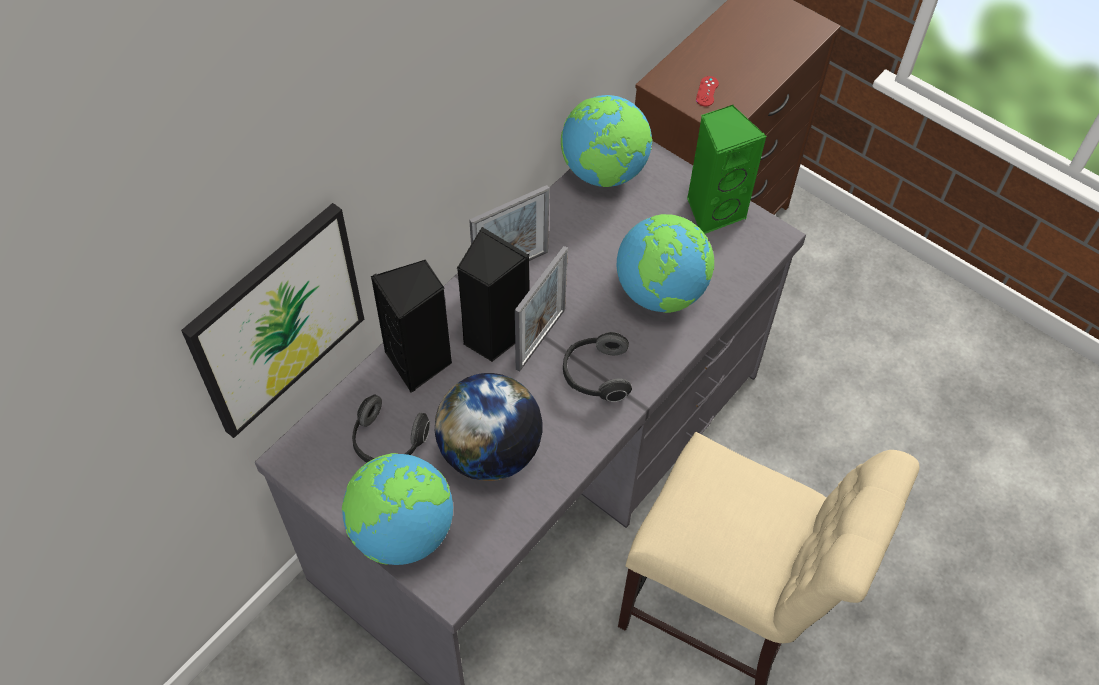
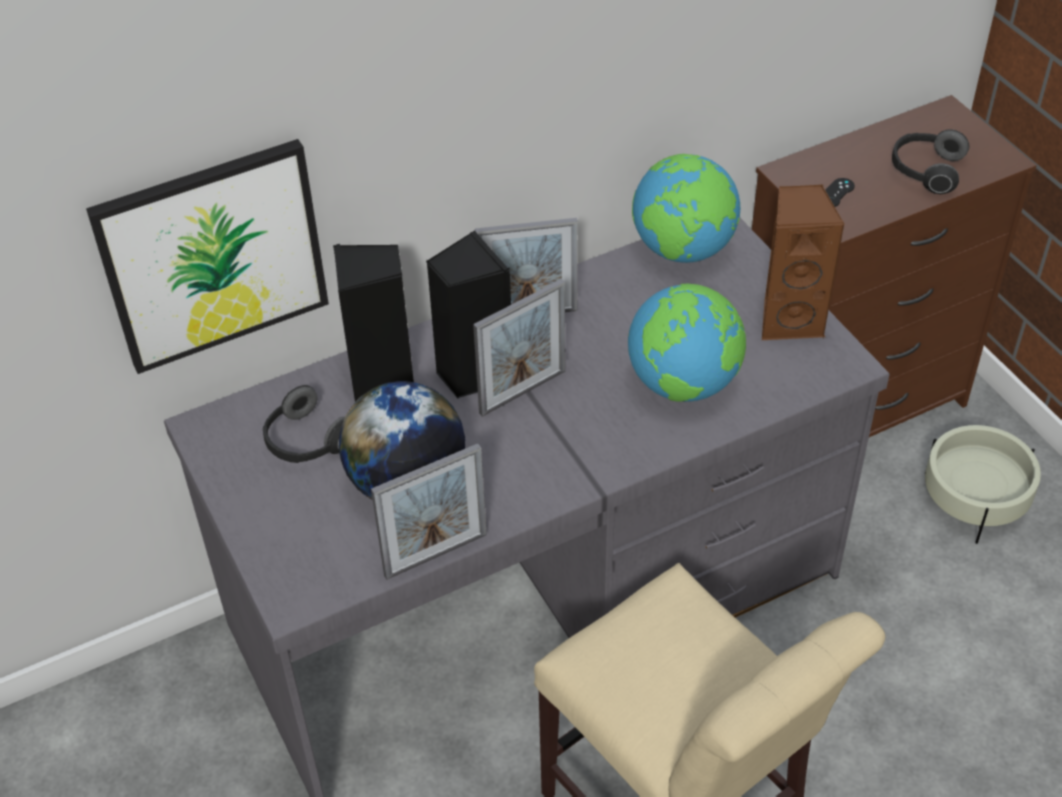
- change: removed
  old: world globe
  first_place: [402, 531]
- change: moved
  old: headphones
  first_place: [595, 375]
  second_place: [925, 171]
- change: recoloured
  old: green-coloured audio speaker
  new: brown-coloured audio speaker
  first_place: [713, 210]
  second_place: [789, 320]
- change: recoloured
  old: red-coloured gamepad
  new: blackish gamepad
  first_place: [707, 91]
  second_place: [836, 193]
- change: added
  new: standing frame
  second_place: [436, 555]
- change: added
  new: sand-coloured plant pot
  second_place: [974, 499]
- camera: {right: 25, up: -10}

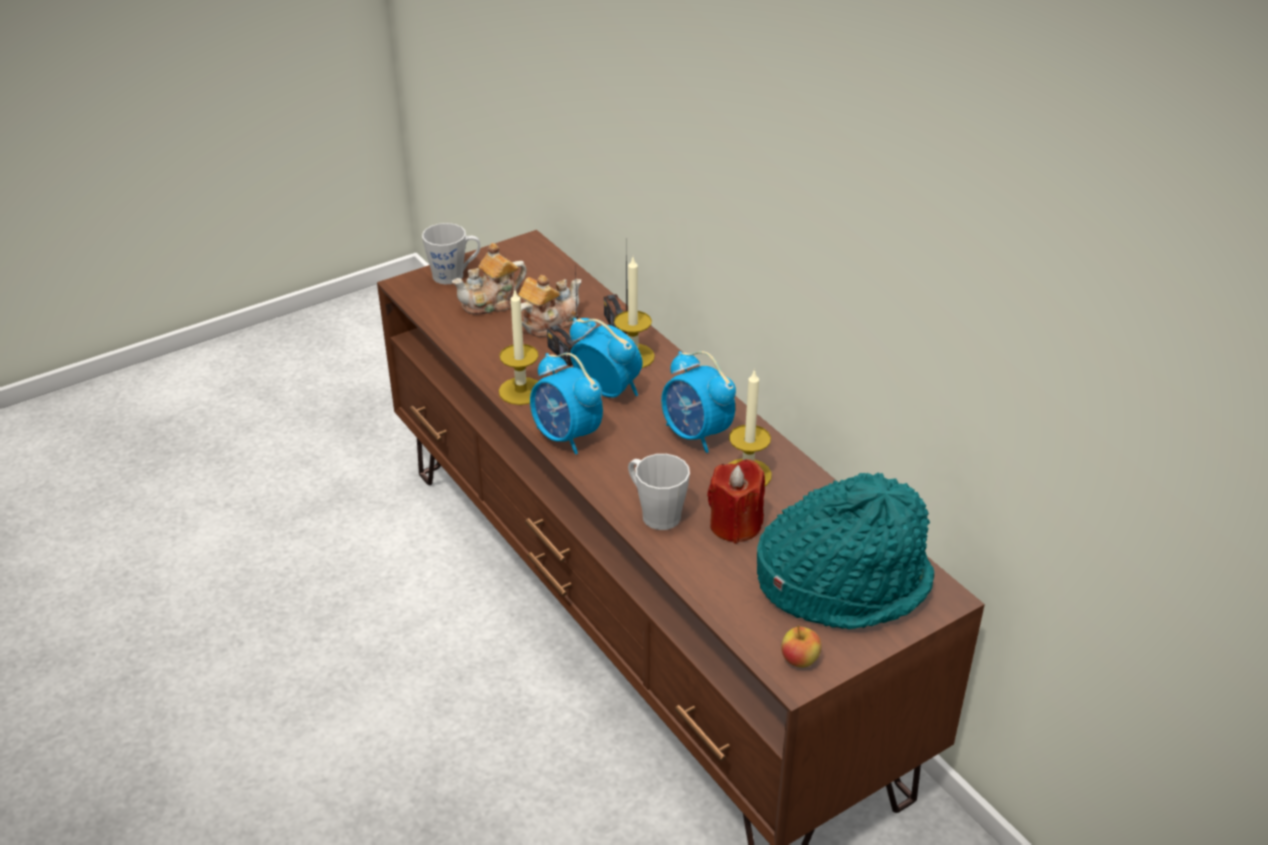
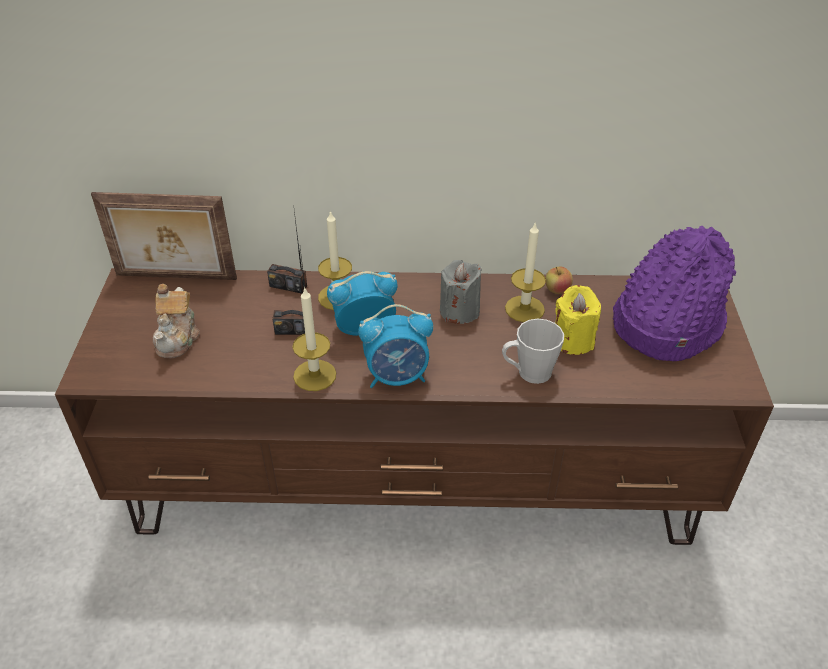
- change: removed
  old: greyish mug
  first_place: [454, 275]
- change: removed
  old: pot for tea
  first_place: [548, 323]
- change: replaced
  old: table clock
  new: greyish wax candle
  first_place: [696, 434]
  second_place: [459, 311]
- change: recoloured
  old: red-coloured wax candle
  new: yellow-coloured wax candle
  first_place: [735, 525]
  second_place: [573, 340]
- change: recoloured
  old: turquoise-coloured wearable hat
  new: purplish wearable hat
  first_place: [843, 581]
  second_place: [665, 321]
- change: moved
  old: whole apple
  first_place: [799, 660]
  second_place: [557, 290]
- change: added
  new: standing frame
  second_place: [175, 278]
- camera: {right: -55, up: 5}

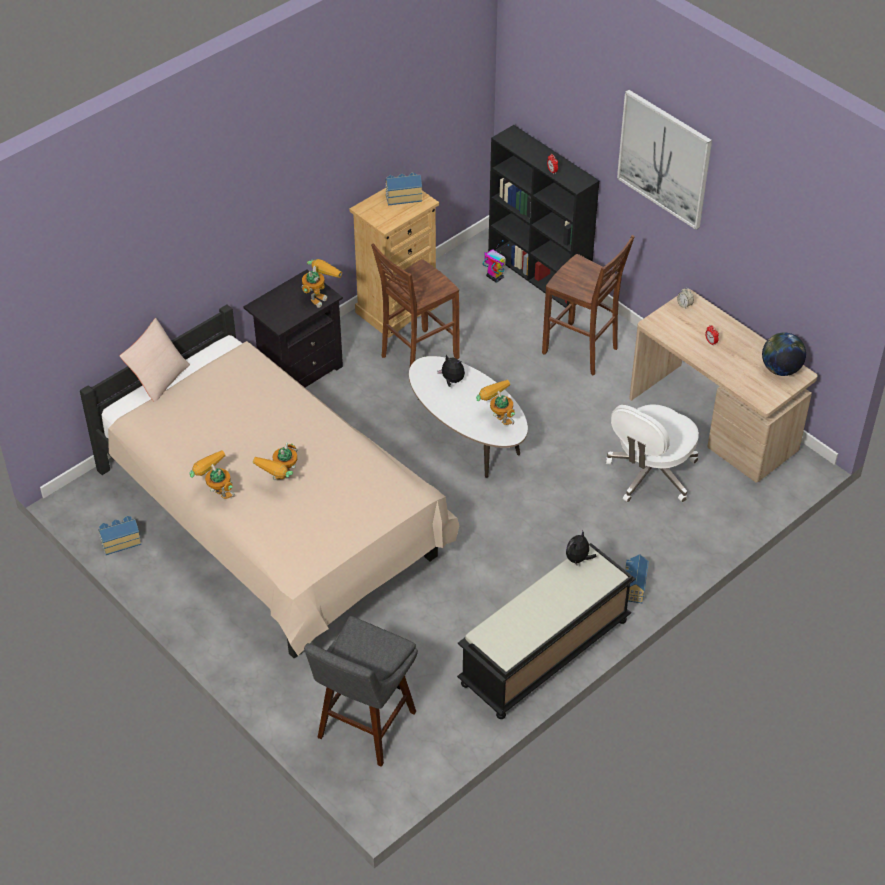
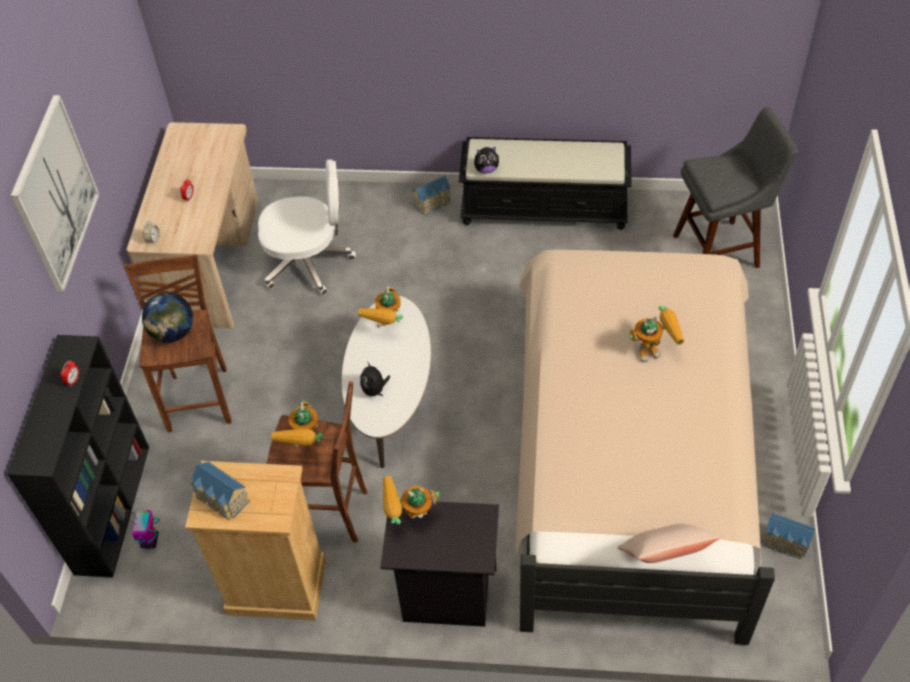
- change: moved
  old: model robot
  first_place: [216, 492]
  second_place: [305, 446]
- change: moved
  old: world globe
  first_place: [780, 369]
  second_place: [173, 333]
- camera: {right: -130, up: 5}

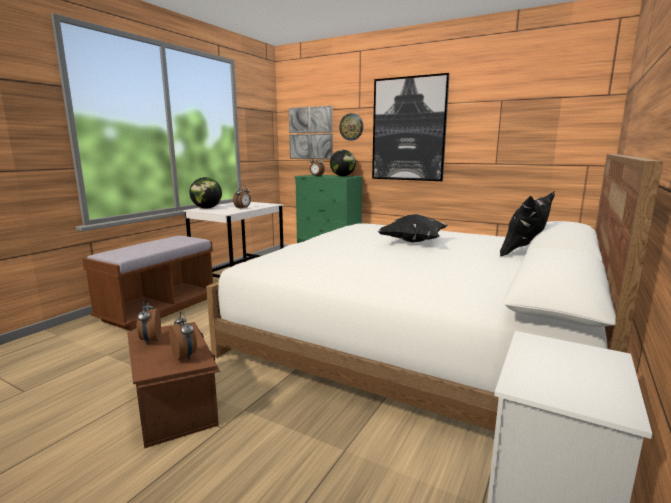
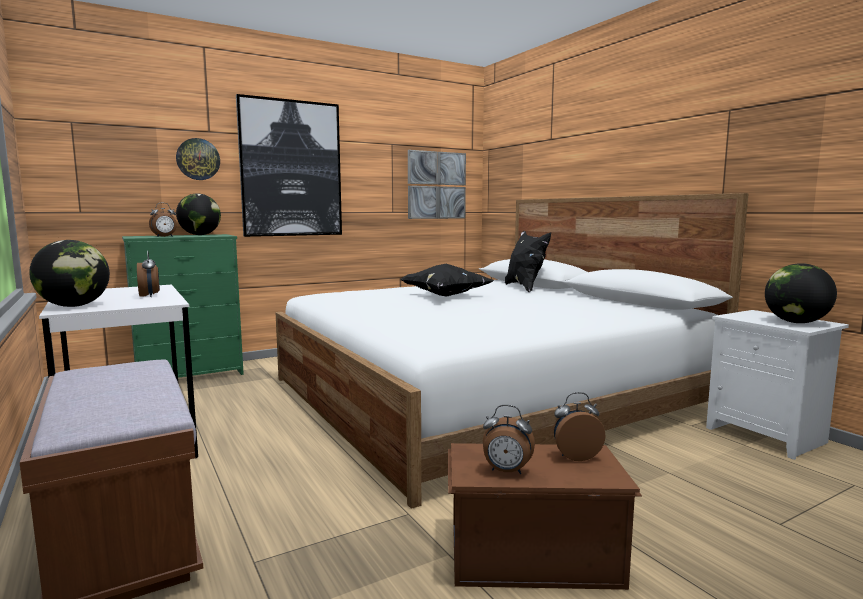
- change: moved
  old: wall art
  first_place: [311, 133]
  second_place: [436, 185]
- change: added
  new: world globe
  second_place: [796, 322]
- camera: {right: -60, up: -5}

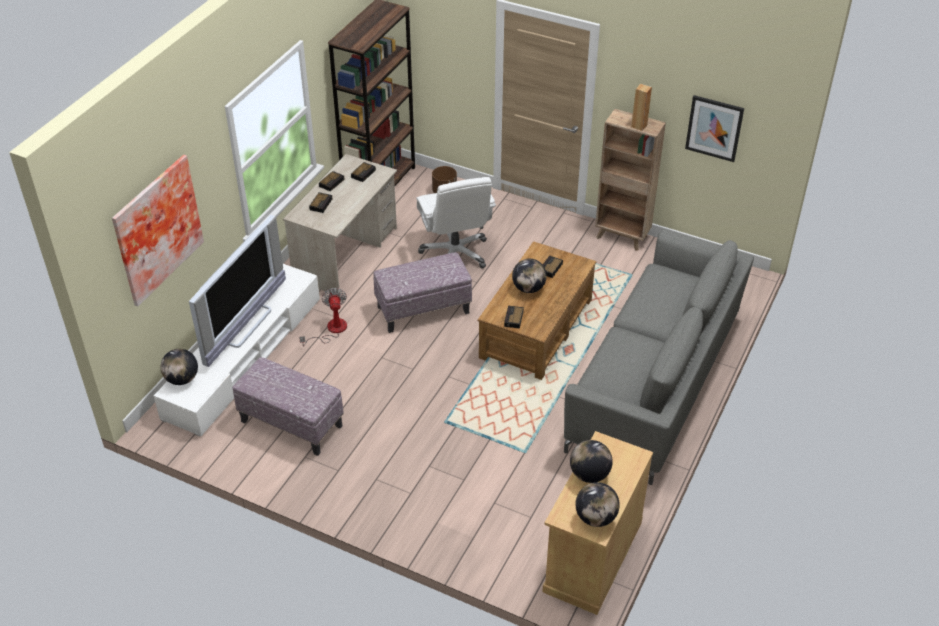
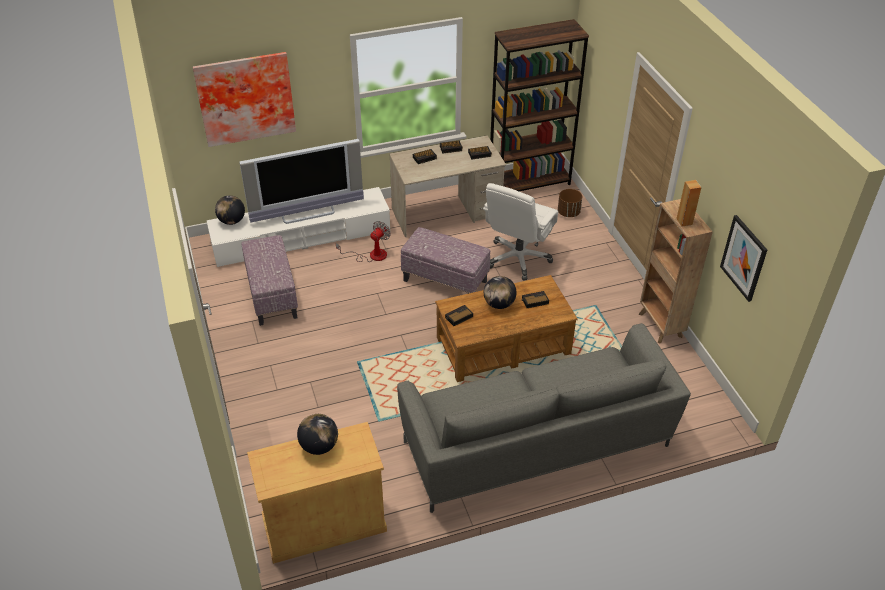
- change: removed
  old: world globe
  first_place: [595, 518]
- camera: {right: 45, up: 0}

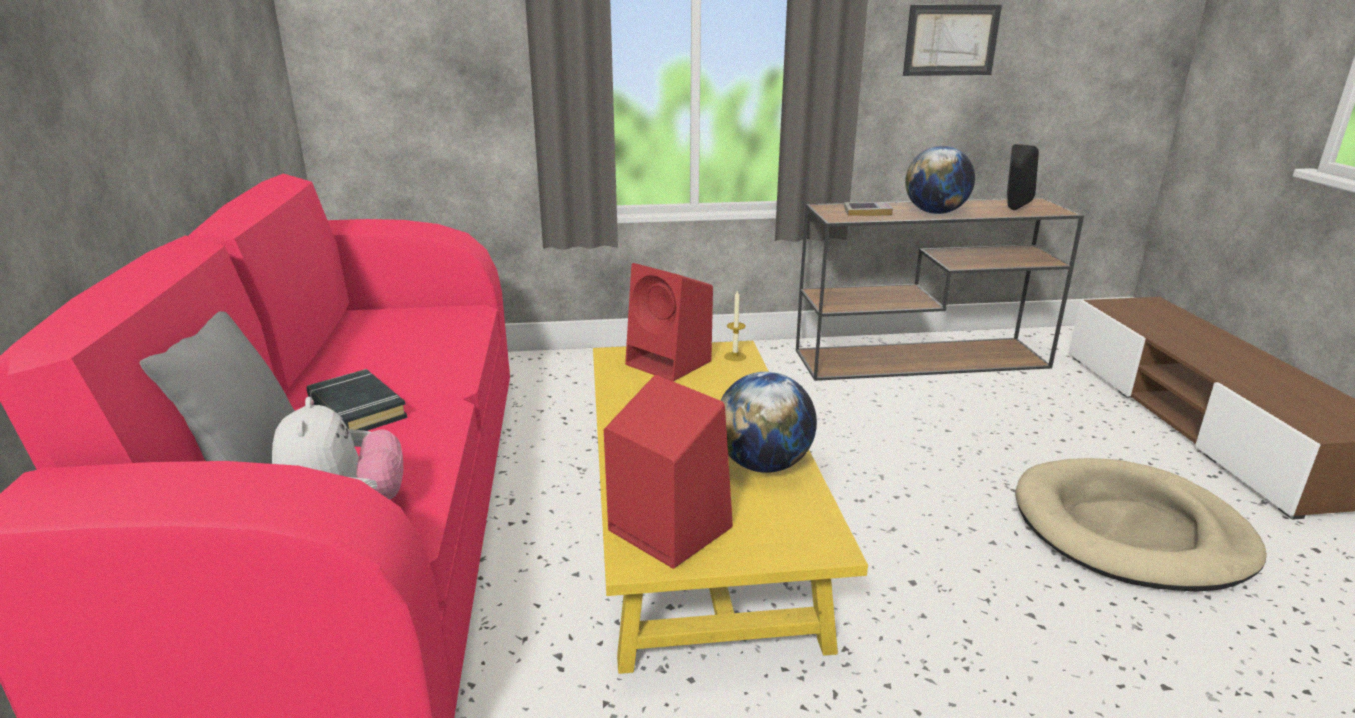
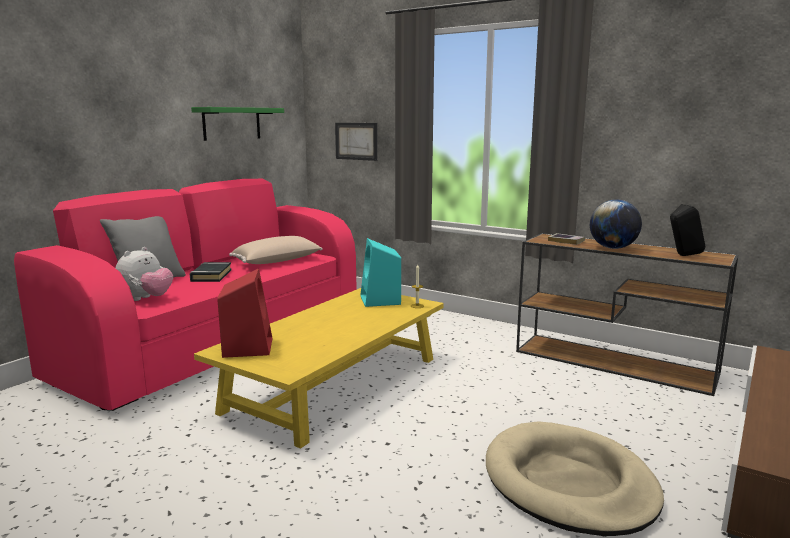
- change: recoloured
  old: red-coloured audio speaker
  new: turquoise-coloured audio speaker
  first_place: [670, 363]
  second_place: [380, 300]
- change: removed
  old: world globe
  first_place: [763, 465]
- change: moved
  old: wall art
  first_place: [951, 40]
  second_place: [356, 141]
- change: added
  new: green-coloured wall shelf
  second_place: [232, 123]
- change: added
  new: sand-coloured cushion
  second_place: [278, 262]
- camera: {right: 40, up: -10}

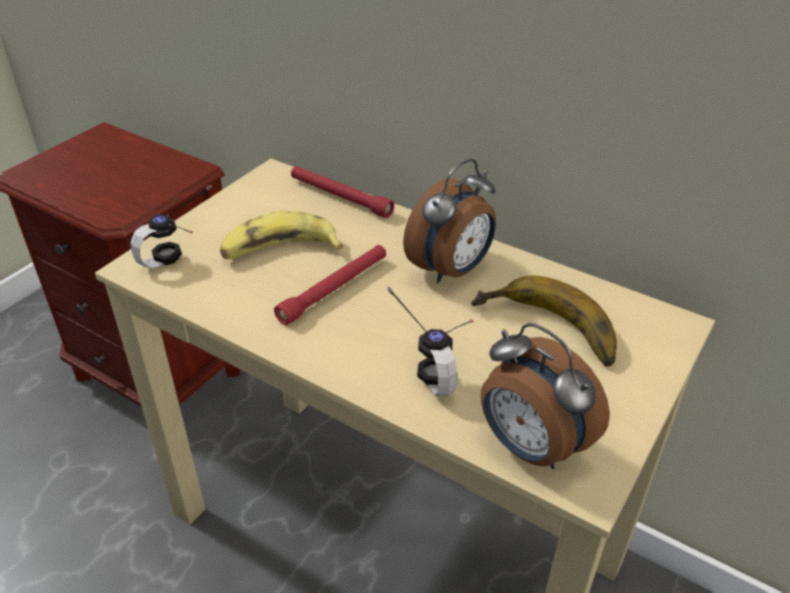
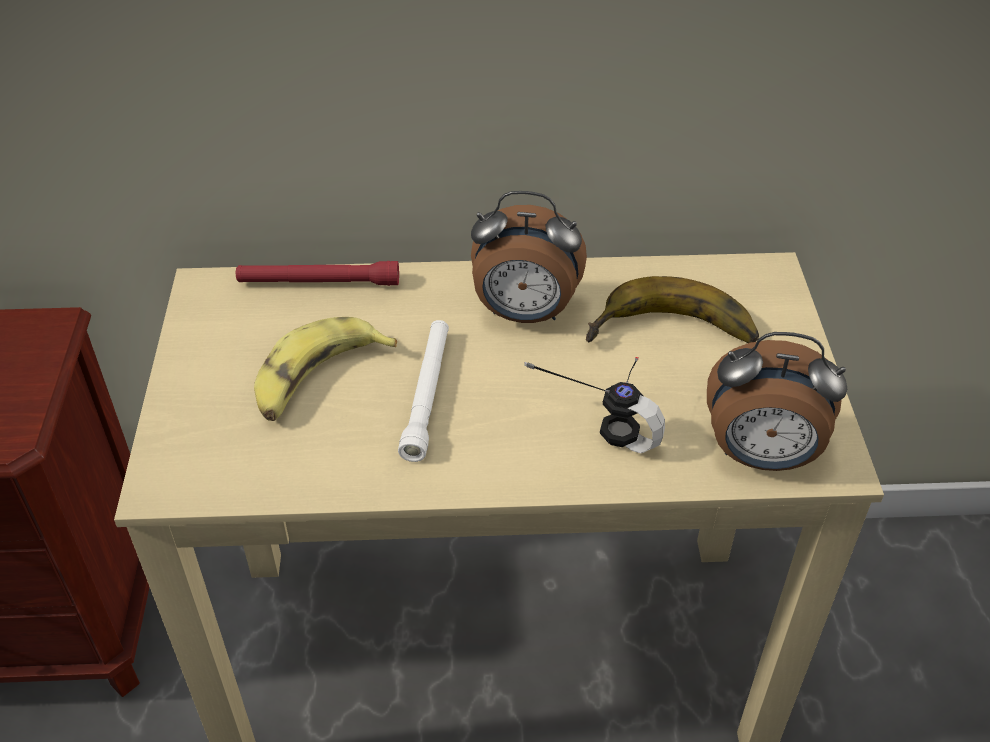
- change: removed
  old: headphones
  first_place: [189, 255]
- change: recoloured
  old: red-coloured flashlight
  new: whitish flashlight
  first_place: [334, 289]
  second_place: [427, 395]
- change: turned
  old: table clock
  first_place: [451, 270]
  second_place: [524, 314]
  degrees: 90
- camera: {right: -35, up: 5}

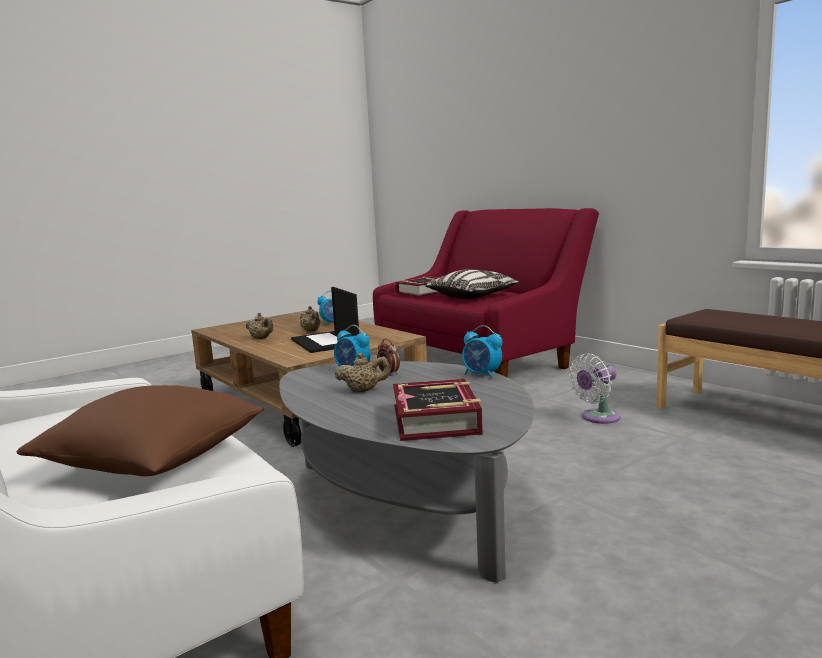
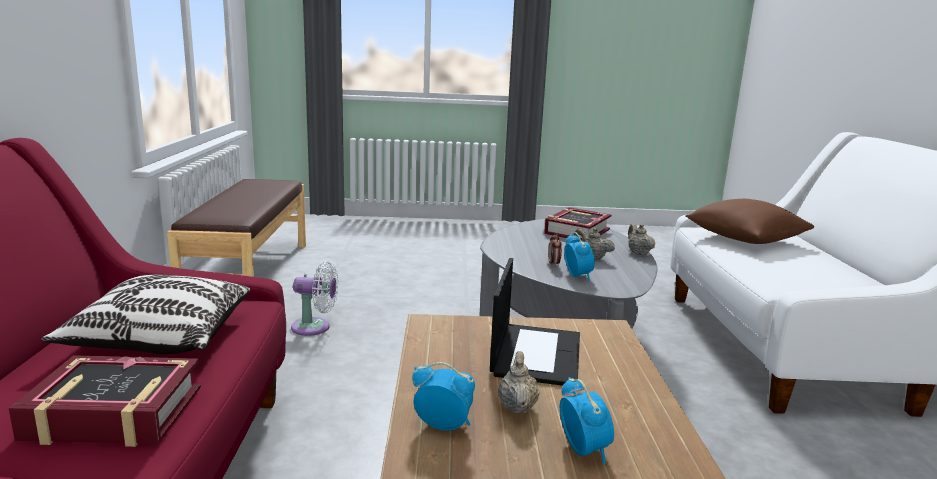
- change: moved
  old: sand-coloured pot for tea
  first_place: [261, 338]
  second_place: [638, 253]
- change: moved
  old: table clock
  first_place: [482, 375]
  second_place: [583, 450]
- camera: {right: -145, up: 5}

